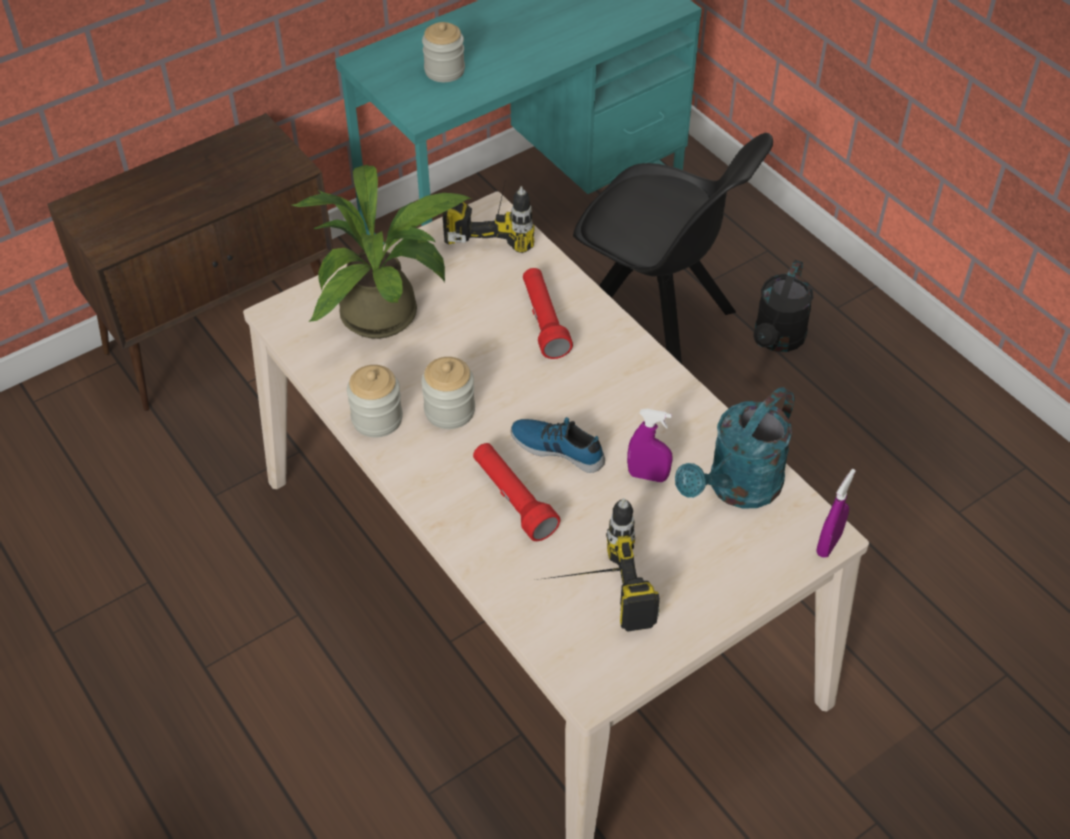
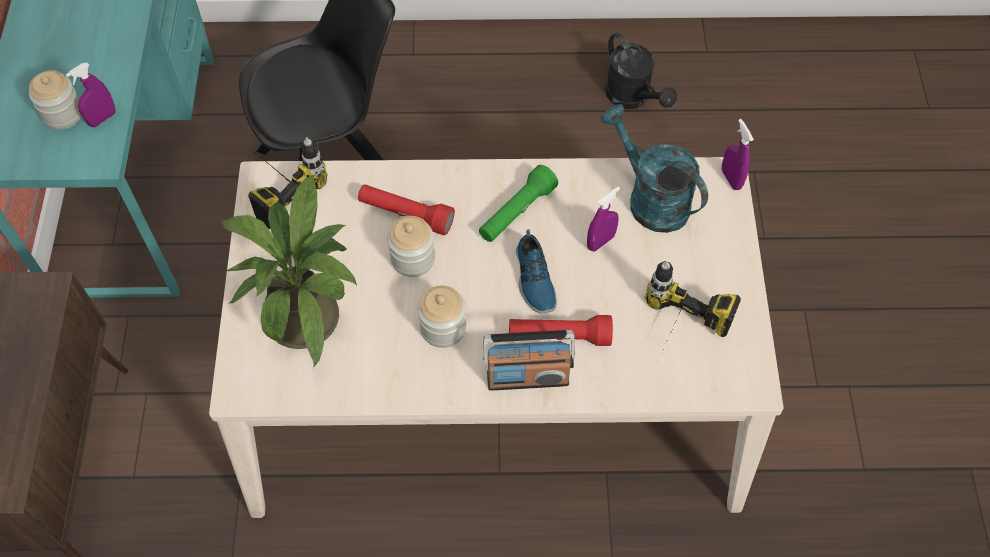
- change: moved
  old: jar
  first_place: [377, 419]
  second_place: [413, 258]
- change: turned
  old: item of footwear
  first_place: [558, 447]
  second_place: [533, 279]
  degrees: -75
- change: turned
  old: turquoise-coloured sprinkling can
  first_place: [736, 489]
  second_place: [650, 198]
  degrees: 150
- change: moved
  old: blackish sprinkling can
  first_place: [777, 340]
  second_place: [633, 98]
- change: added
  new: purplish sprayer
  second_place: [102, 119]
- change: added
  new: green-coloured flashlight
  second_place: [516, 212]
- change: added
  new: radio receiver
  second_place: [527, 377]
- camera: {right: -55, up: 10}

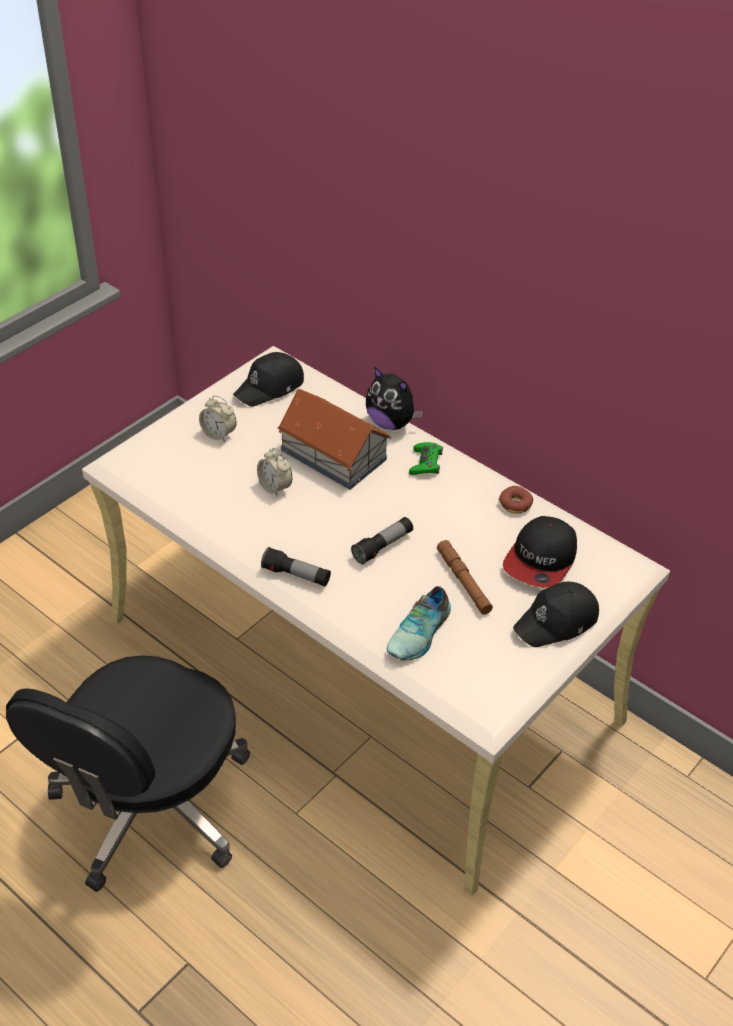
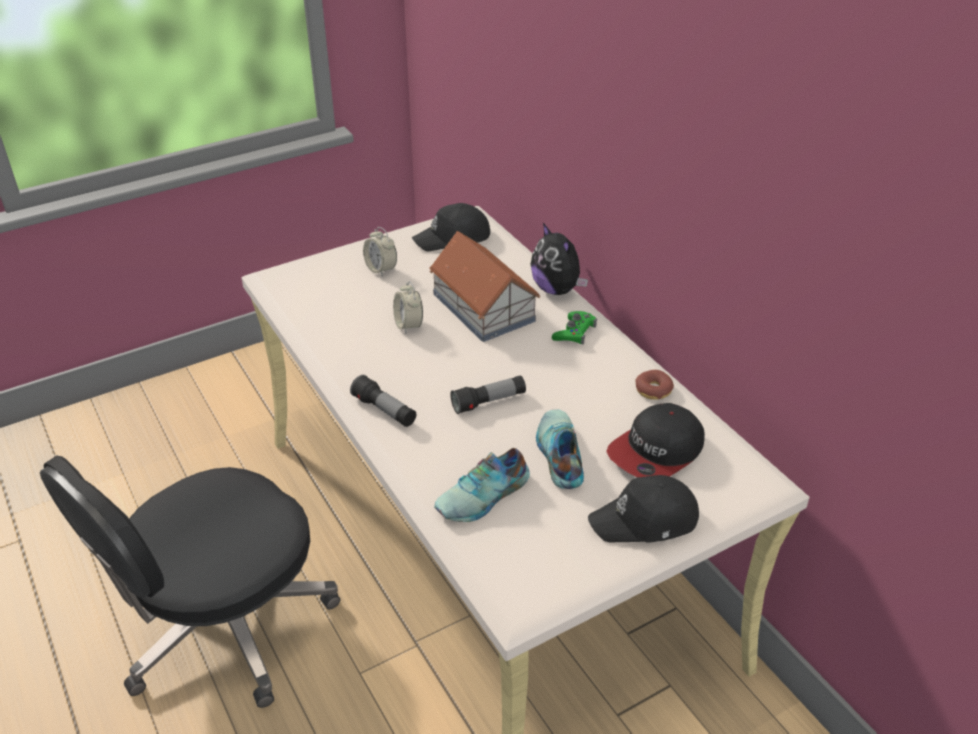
- change: replaced
  old: brown-coloured flashlight
  new: item of footwear
  first_place: [463, 581]
  second_place: [558, 455]
- camera: {right: 20, up: -5}

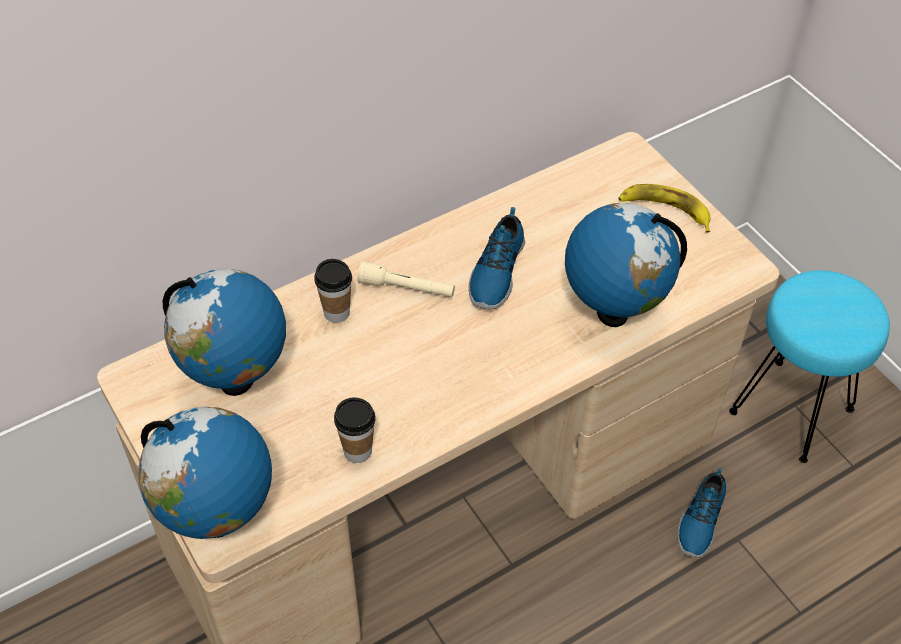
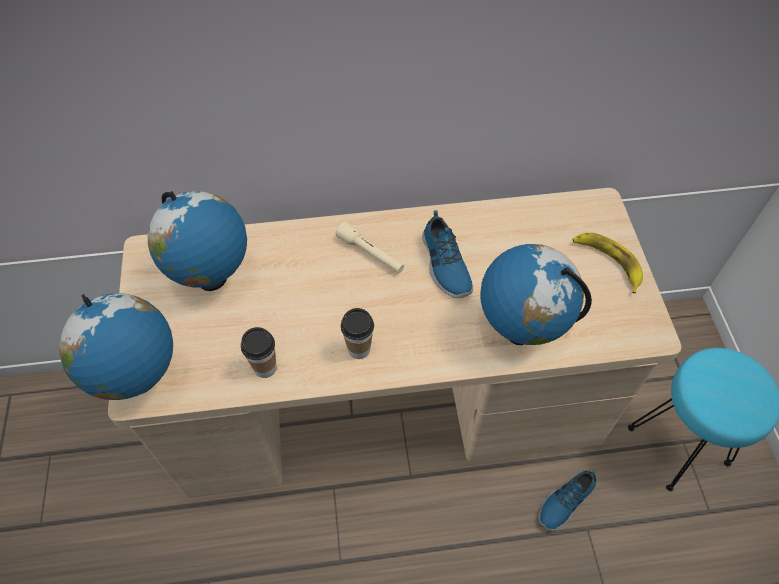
- change: moved
  old: cup
  first_place: [336, 313]
  second_place: [359, 349]
- change: turned
  old: item of footwear
  first_place: [495, 272]
  second_place: [444, 264]
  degrees: -60
- camera: {right: 25, up: 5}

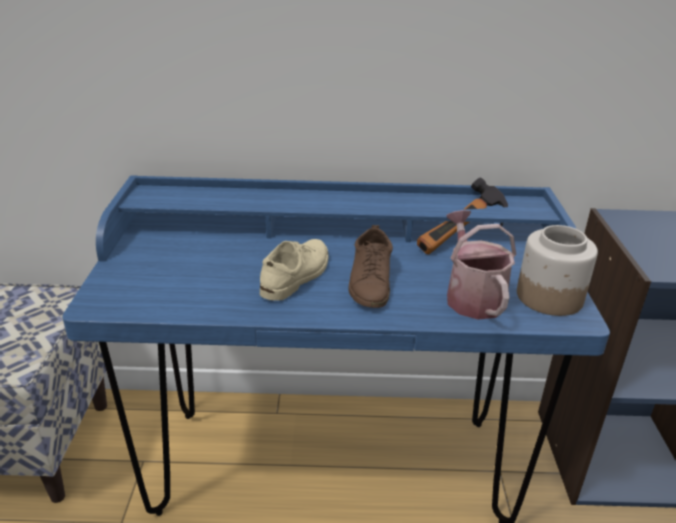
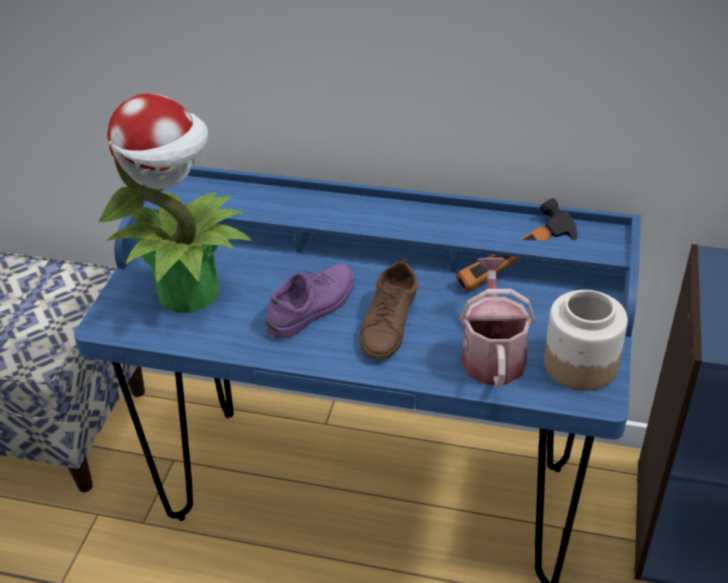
- change: recoloured
  old: sand-coloured item of footwear
  new: purplish item of footwear
  first_place: [296, 275]
  second_place: [312, 306]
- change: added
  new: houseplant
  second_place: [191, 292]
- camera: {right: 15, up: 10}

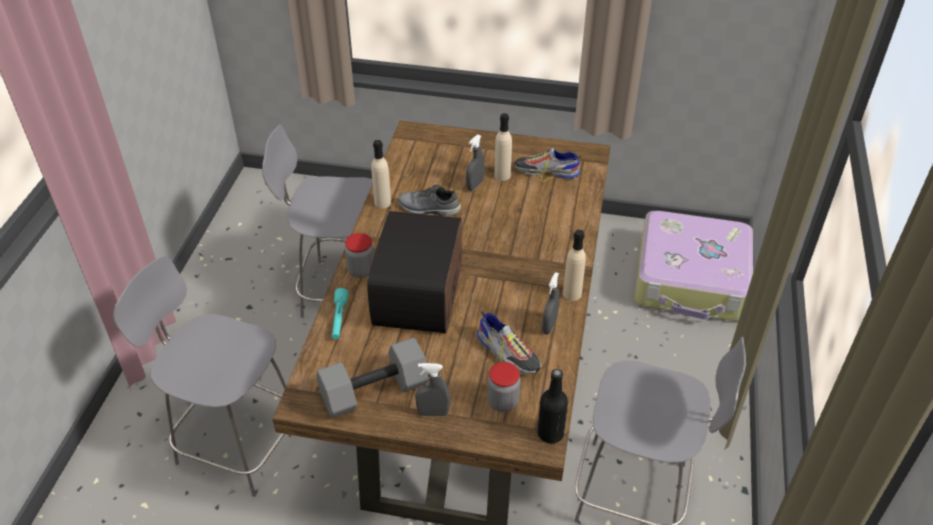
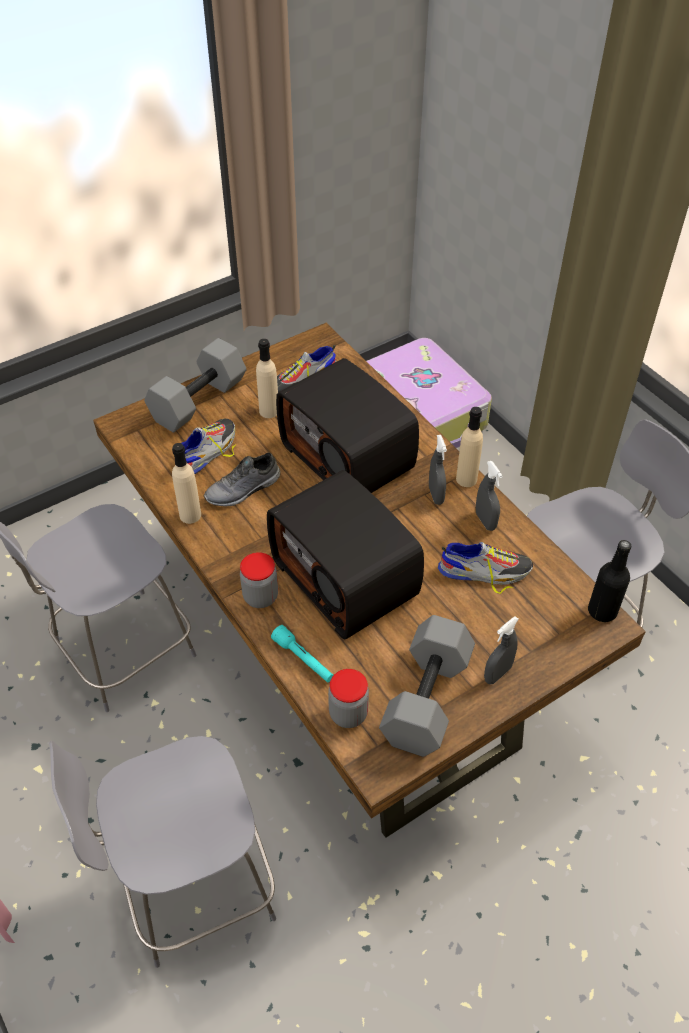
- change: moved
  old: greyish sprayer
  first_place: [475, 185]
  second_place: [436, 495]
- change: moved
  old: jar
  first_place: [503, 402]
  second_place: [348, 714]
- change: added
  new: greyish free weight
  second_place: [198, 399]
- change: added
  new: item of footwear
  second_place: [206, 451]
- change: added
  new: radio receiver
  second_place: [349, 456]
- camera: {right: -45, up: 5}

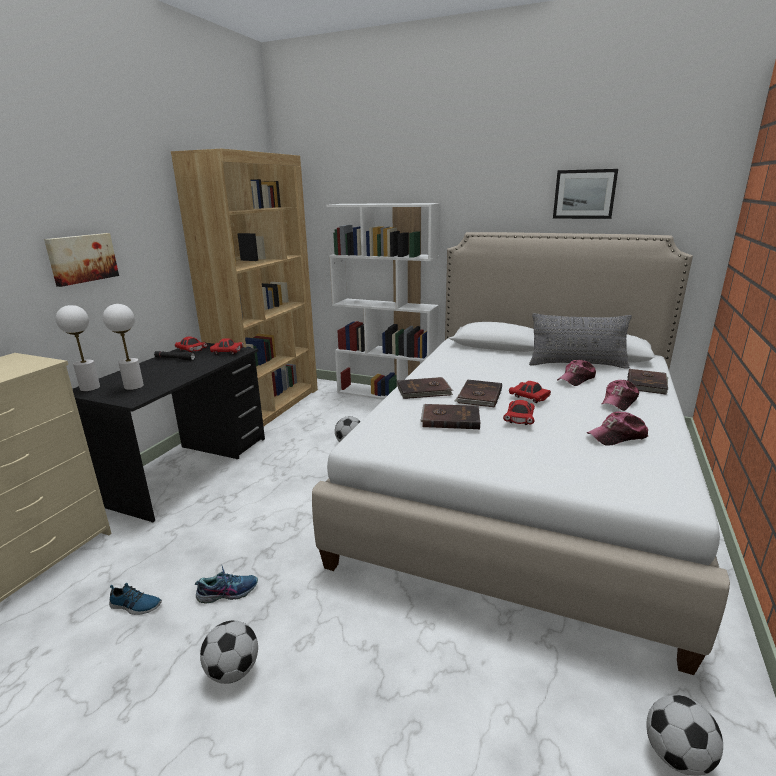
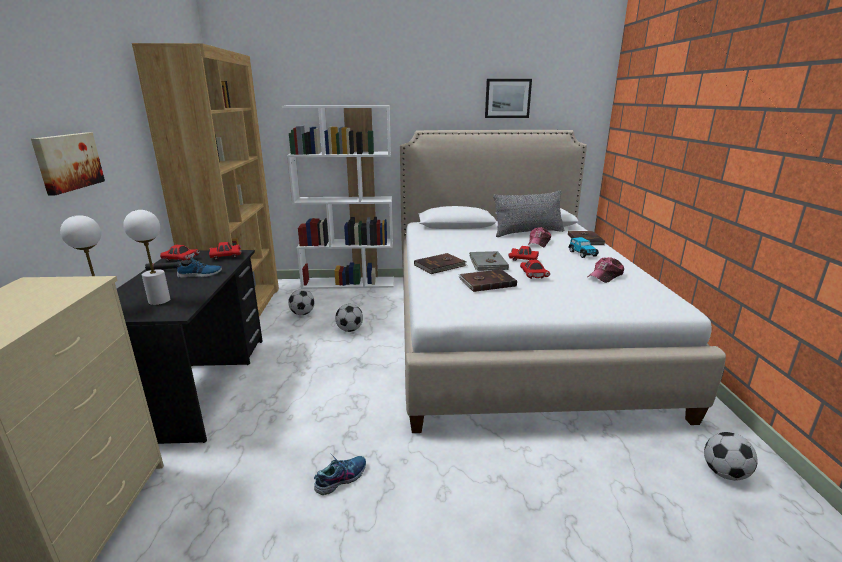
- change: moved
  old: item of footwear
  first_place: [135, 606]
  second_place: [200, 274]
- change: moved
  old: ball for football
  first_place: [233, 670]
  second_place: [302, 313]
- change: recoloured
  old: brown-coloured volume
  new: greyish volume
  first_place: [479, 396]
  second_place: [487, 263]
- change: replaced
  old: peaked cap
  new: miniature car
  first_place: [619, 401]
  second_place: [582, 253]
- camera: {right: -25, up: 0}

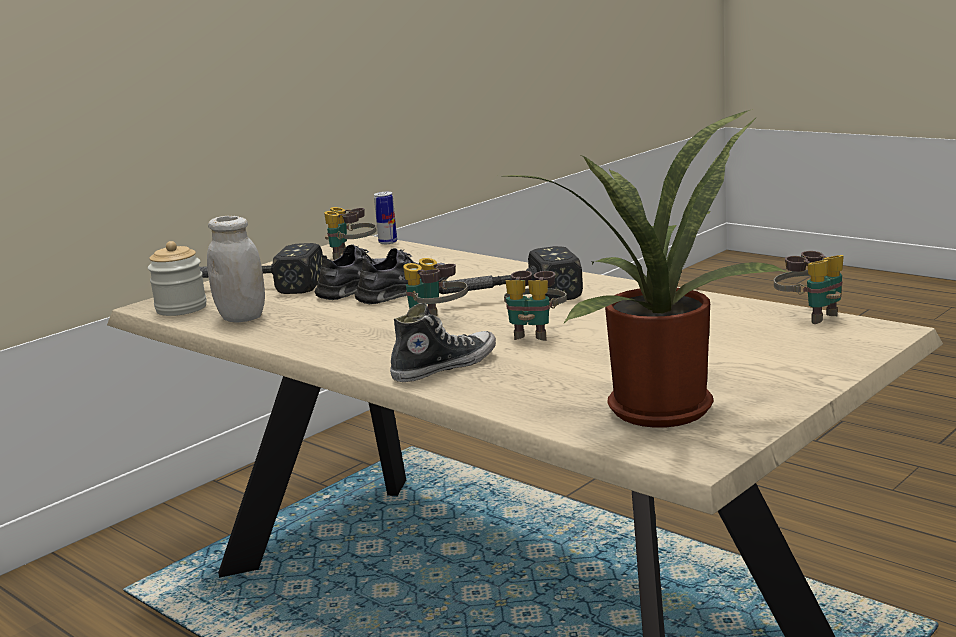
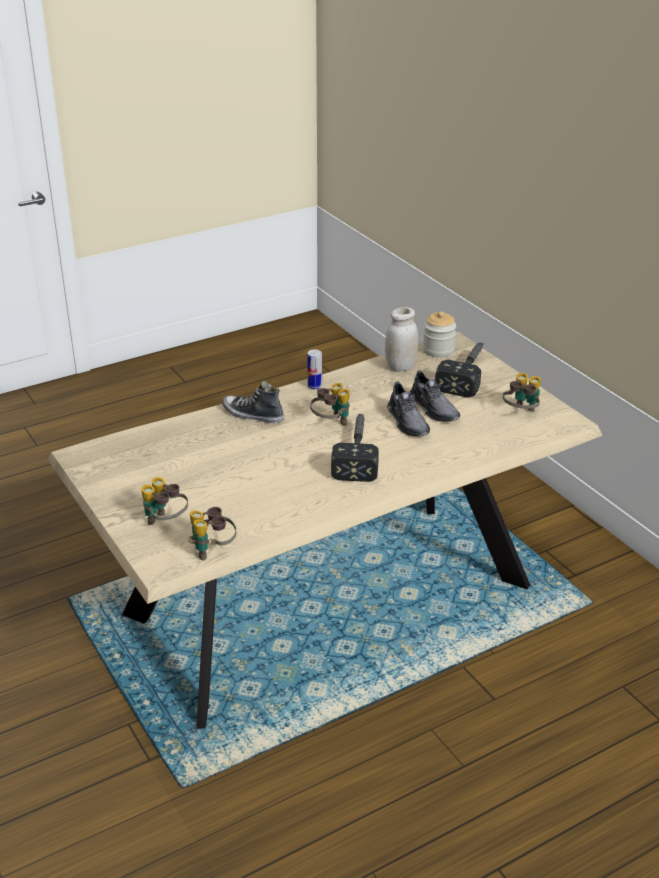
- change: moved
  old: can
  first_place: [388, 242]
  second_place: [314, 386]
- change: turned
  old: item of footwear
  first_place: [444, 367]
  second_place: [252, 415]
  degrees: 135
- change: removed
  old: houseplant
  first_place: [658, 405]
- change: moved
  old: binoculars
  first_place: [534, 334]
  second_place: [165, 523]
- camera: {right: 105, up: 15}

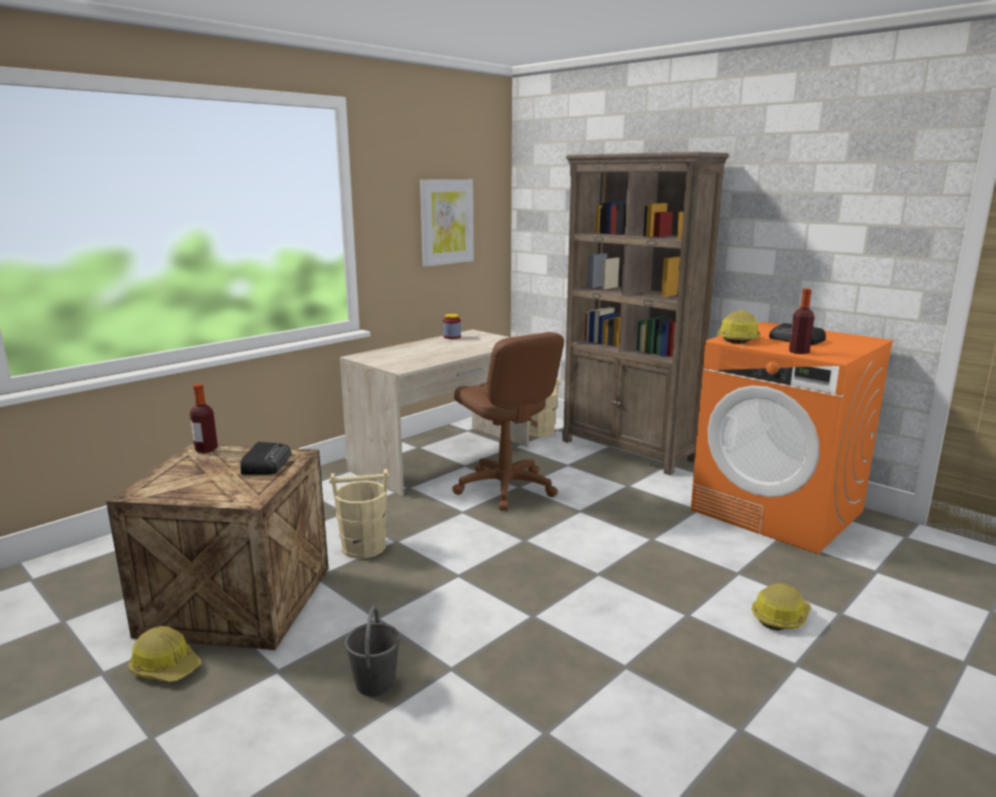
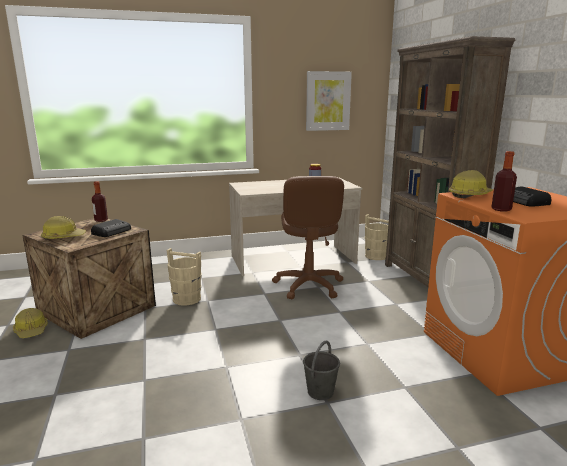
- change: moved
  old: greyish pail
  first_place: [375, 683]
  second_place: [320, 391]
- change: moved
  old: safety helmet
  first_place: [780, 616]
  second_place: [63, 237]
- camera: {right: 30, up: 0}

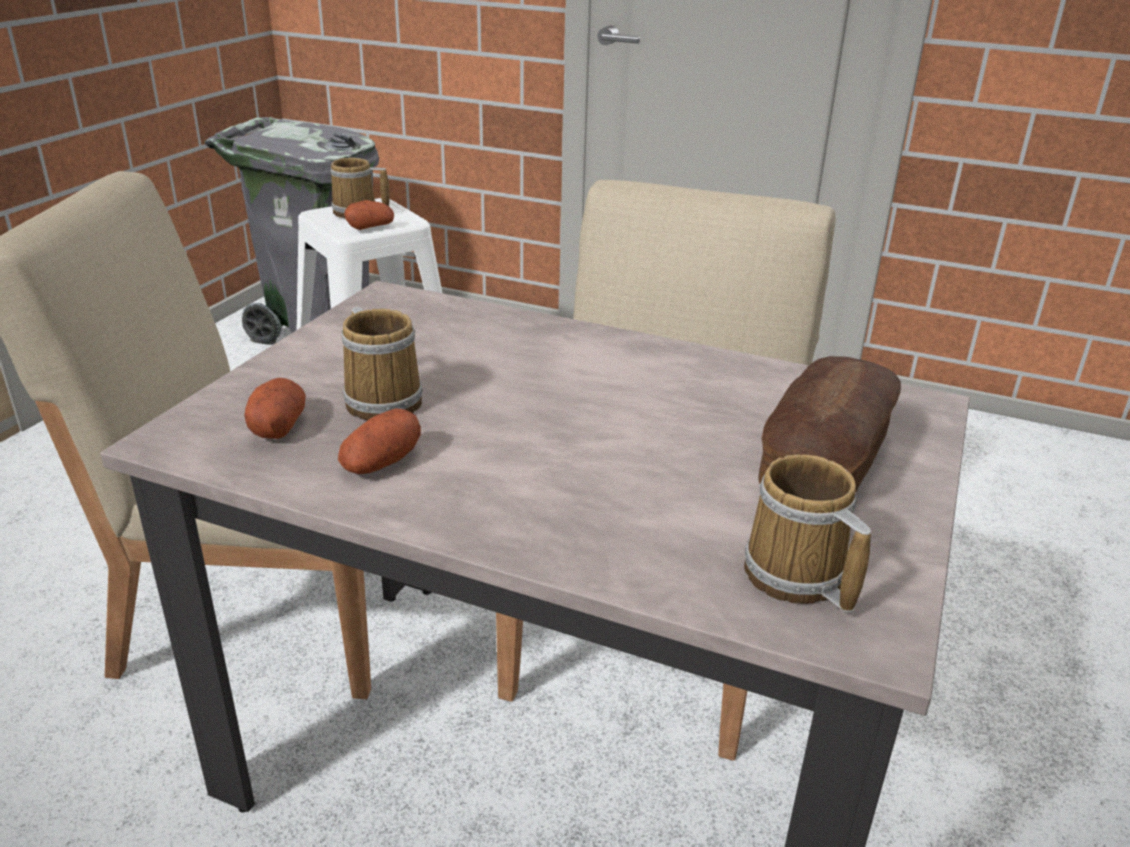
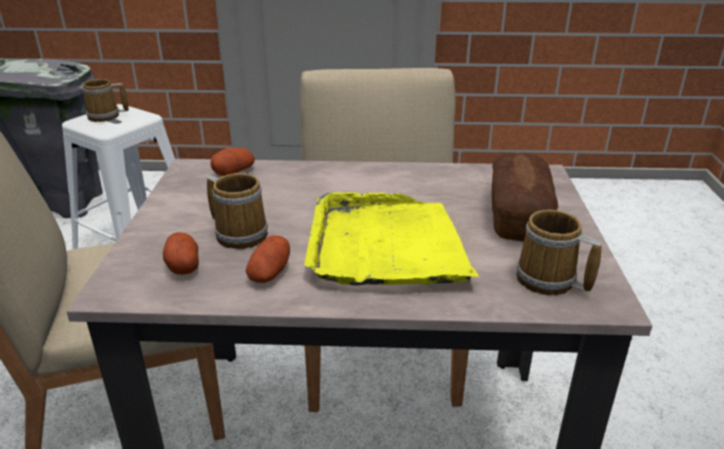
- change: moved
  old: whole potato
  first_place: [370, 227]
  second_place: [234, 172]
- change: added
  new: yellow-coloured tray
  second_place: [386, 245]
- camera: {right: -20, up: 0}

